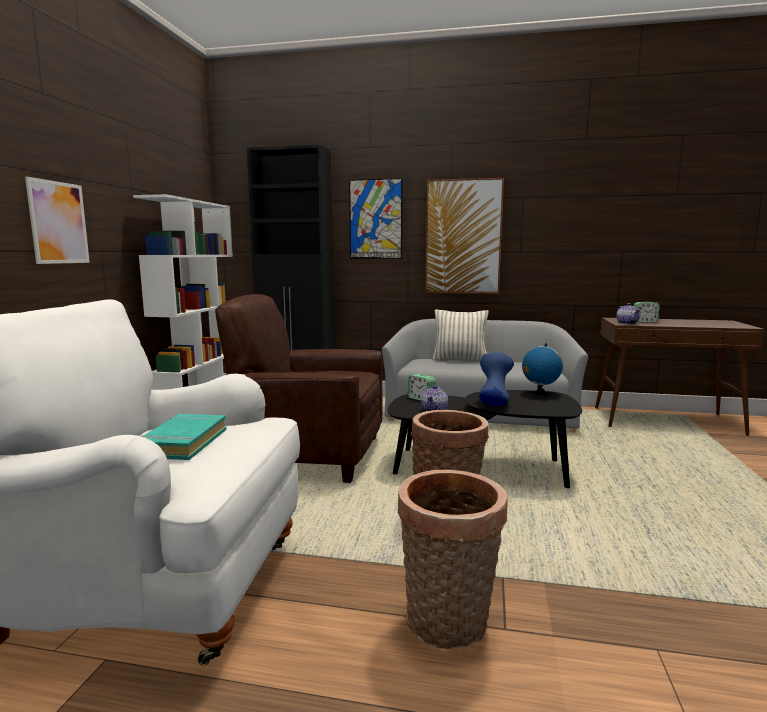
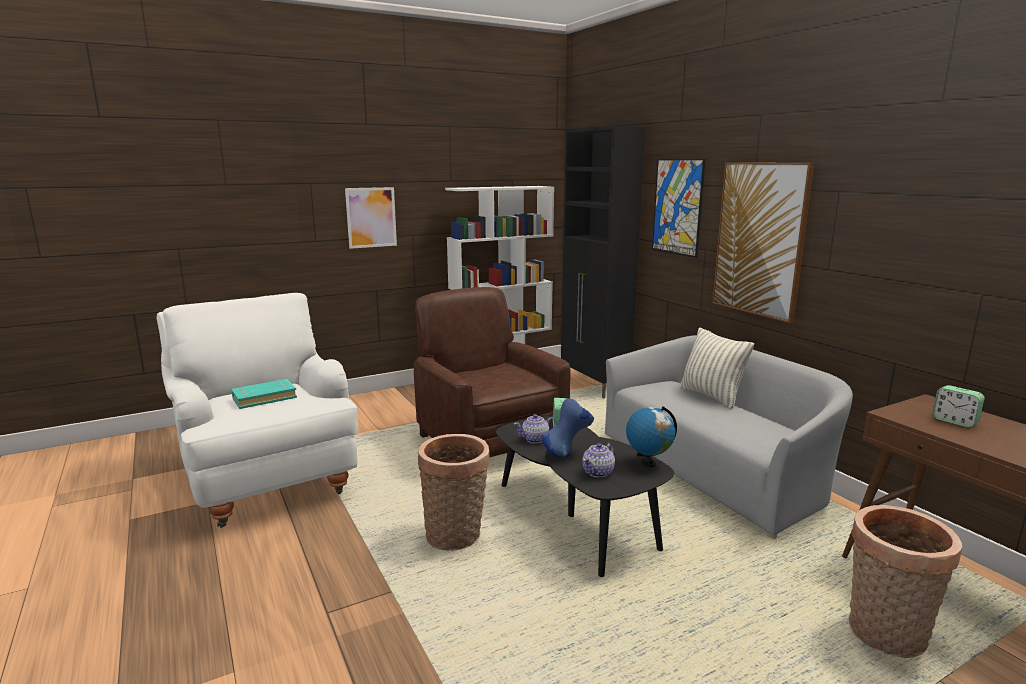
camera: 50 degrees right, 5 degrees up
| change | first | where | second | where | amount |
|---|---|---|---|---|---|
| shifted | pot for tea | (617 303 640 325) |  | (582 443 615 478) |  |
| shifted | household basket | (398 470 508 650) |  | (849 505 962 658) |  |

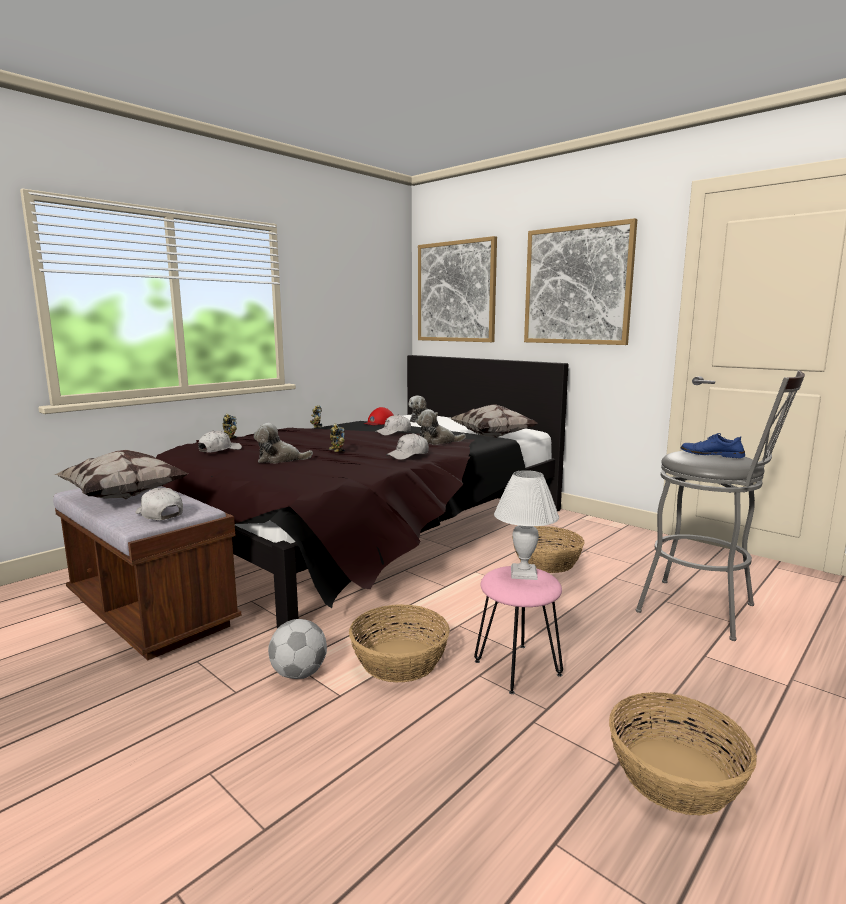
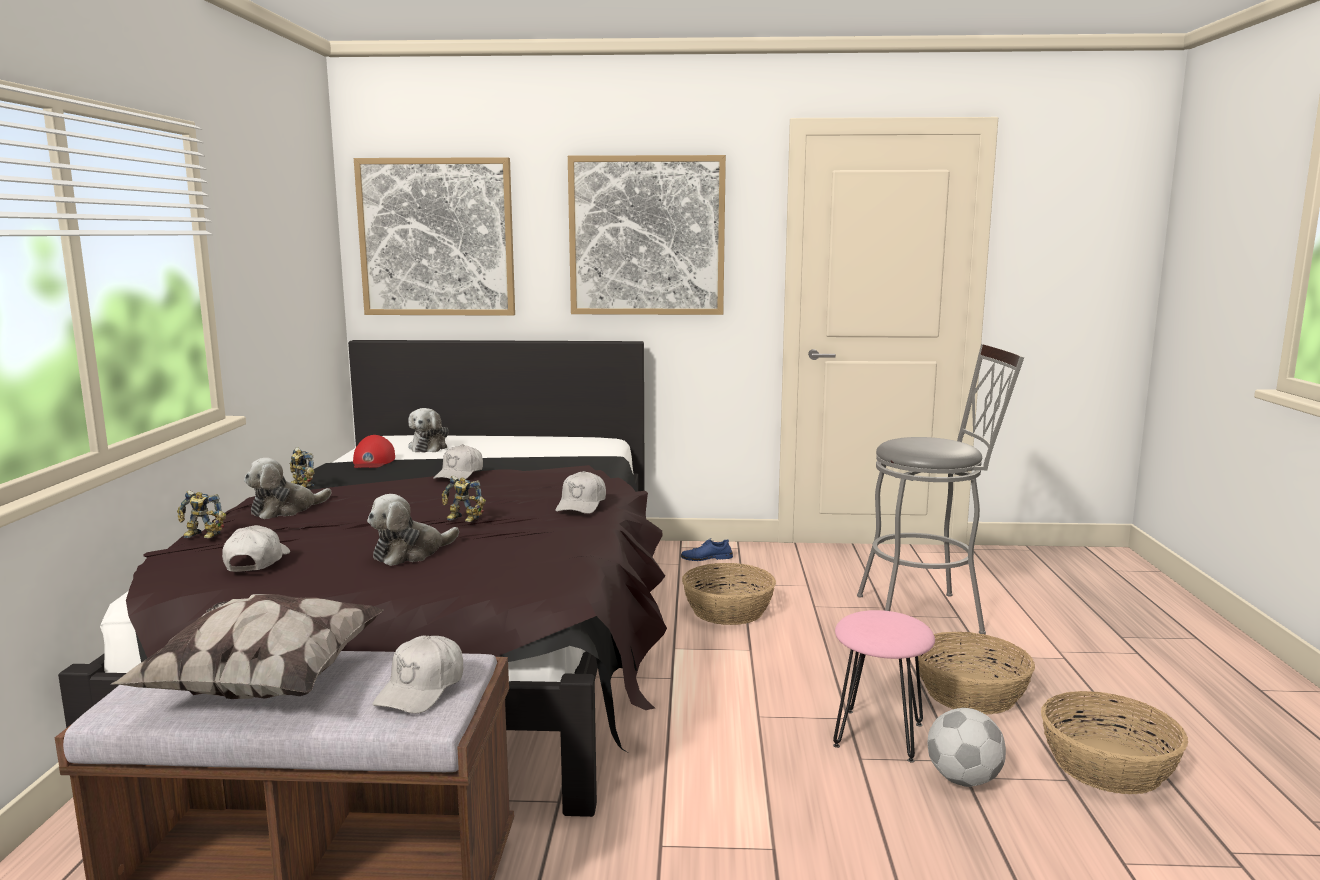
camera: 40 degrees left, 0 degrees up
| change | first | where | second | where | amount |
|---|---|---|---|---|---|
| shifted | plush toy | (416 409 466 445) |  | (244 458 332 519) |  |
| rotated | whitish peaked cap | (135 488 183 520) |  | (373 636 463 714) | 75 degrees counterclockwise |
| shifted | blue item of footwear | (681 433 745 458) |  | (681 538 733 561) |  |
| shifted | household basket | (349 604 450 683) |  | (918 632 1035 715) |  |
| shifted | ball for football | (268 619 327 679) |  | (928 708 1006 787) |  |
| gone | throw pillow | (450 404 539 438) |  |  |  |
| gone | whitish lamp for a table | (494 470 559 580) |  |  |  |

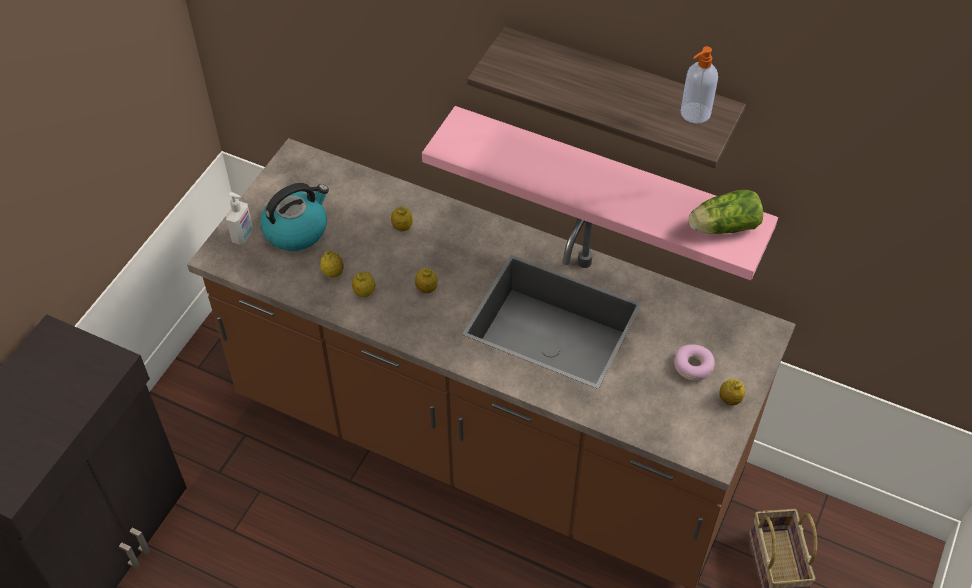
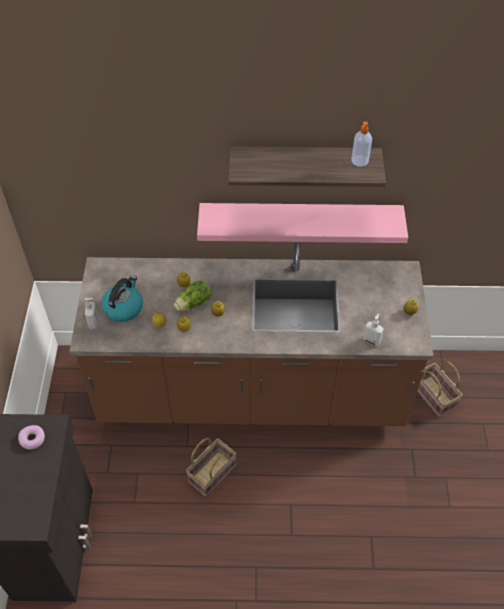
camera: 25 degrees left, 0 degrees up
| change | first | where | second | where | amount |
|---|---|---|---|---|---|
| shifted | ring doughnut | (674 344 715 381) |  | (18 425 45 450) |  |
| shifted | lettuce head | (689 190 763 234) |  | (174 280 212 311) |  |
| new |  |  | household basket | (186 438 237 497) |  |
| new |  |  | liquid soap bottle | (363 314 384 346) |  |

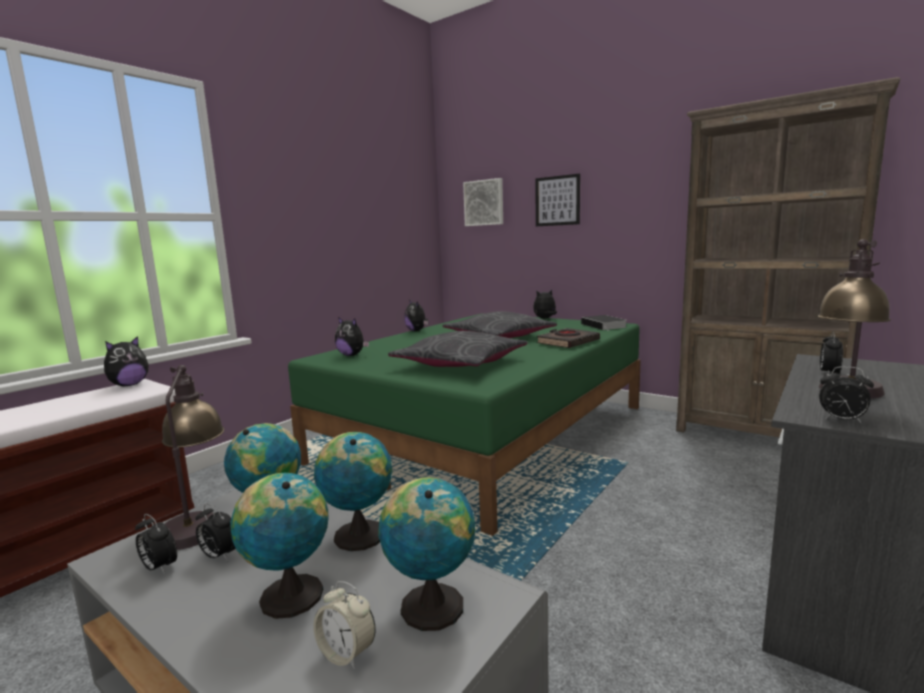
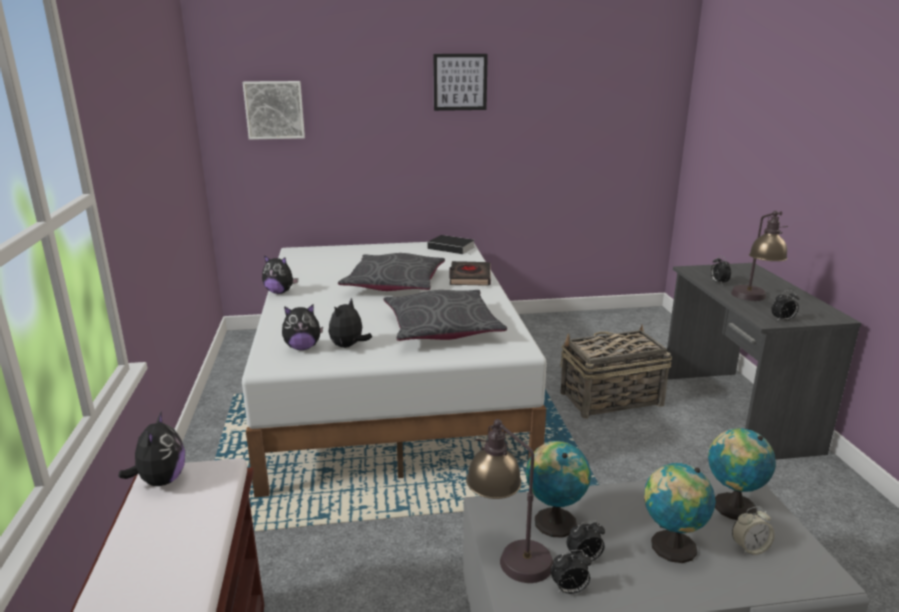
camera: 45 degrees left, 10 degrees up
| change | first | where | second | where | amount |
|---|---|---|---|---|---|
| repainted | green-coloured bedroom bed | (288 314 641 536) | whitish bedroom bed | (242 242 547 497) |  |
| shifted | plush toy | (533 289 557 319) |  | (329 298 372 348) |  |
| shifted | wall picture | (535 174 580 226) |  | (433 54 488 111) |  |
| new |  |  | household basket | (560 325 672 419) |  |
| gone | globe | (314 432 392 551) |  |  |  |
| gone | brownish bookcase | (676 77 900 437) |  |  |  |

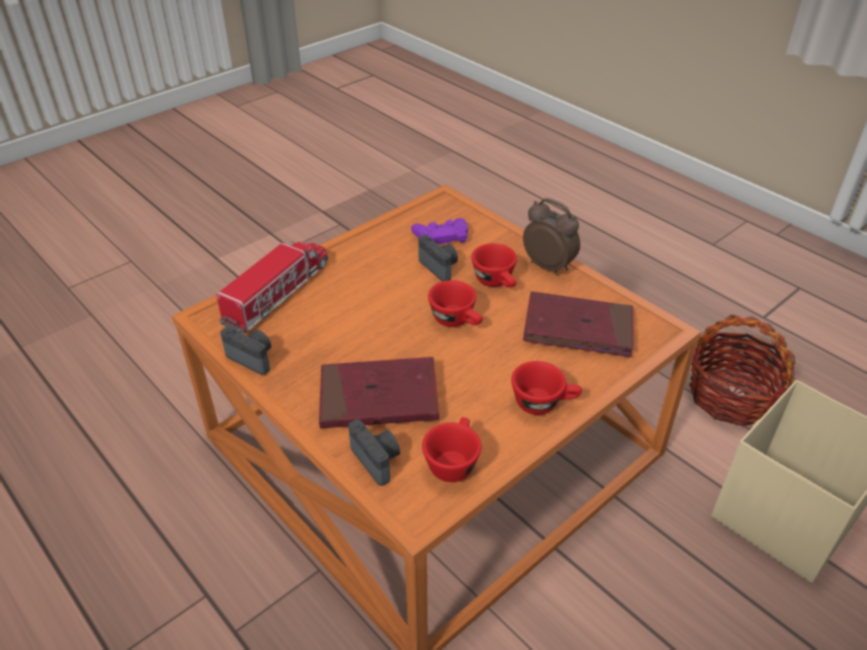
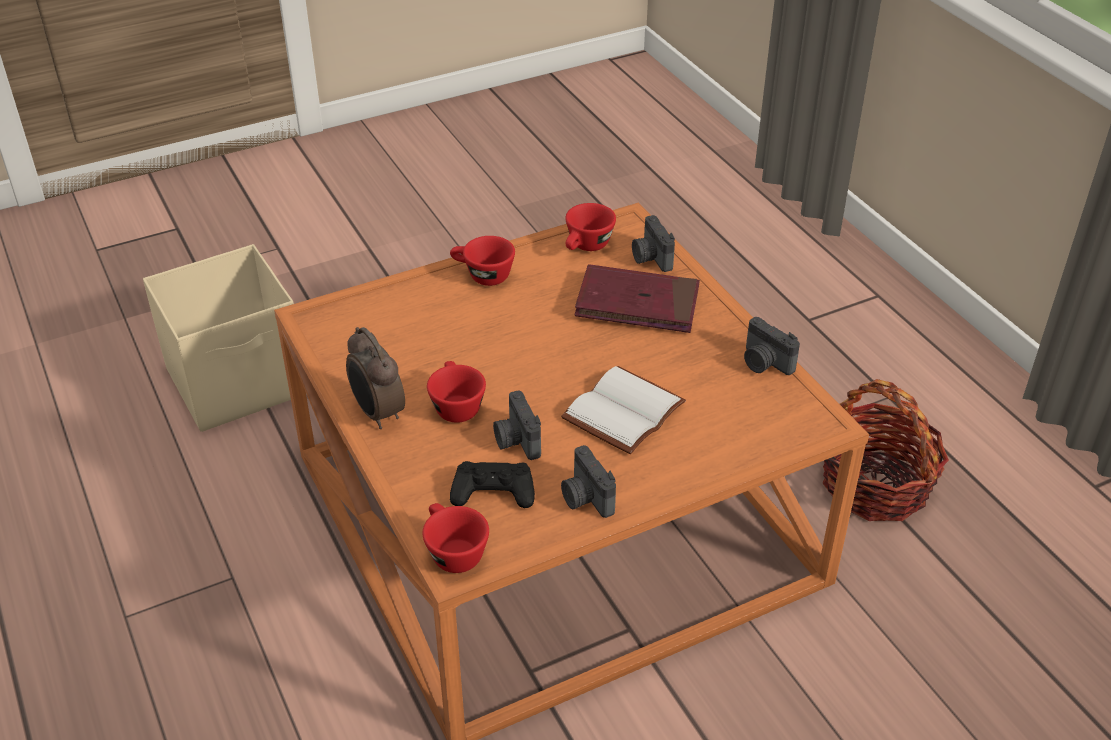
camera: 165 degrees left, 0 degrees up
| change | first | where | second | where | amount |
|---|---|---|---|---|---|
| shifted | red cup | (428 280 483 327) |  | (423 503 489 573) |  |
| repainted | purple game controller | (411 218 468 244) | blackish game controller | (450 461 535 508) |  |
| new |  |  | whitish volume | (561 366 686 454) |  |
| new |  |  | still camera | (561 445 616 518) |  |
| shifted | household basket | (689 315 795 427) |  | (823 379 949 521) |  |
| gone | model truck | (216 241 328 333) |  |  |  |
| gone | red volume | (523 291 634 357) |  |  |  |

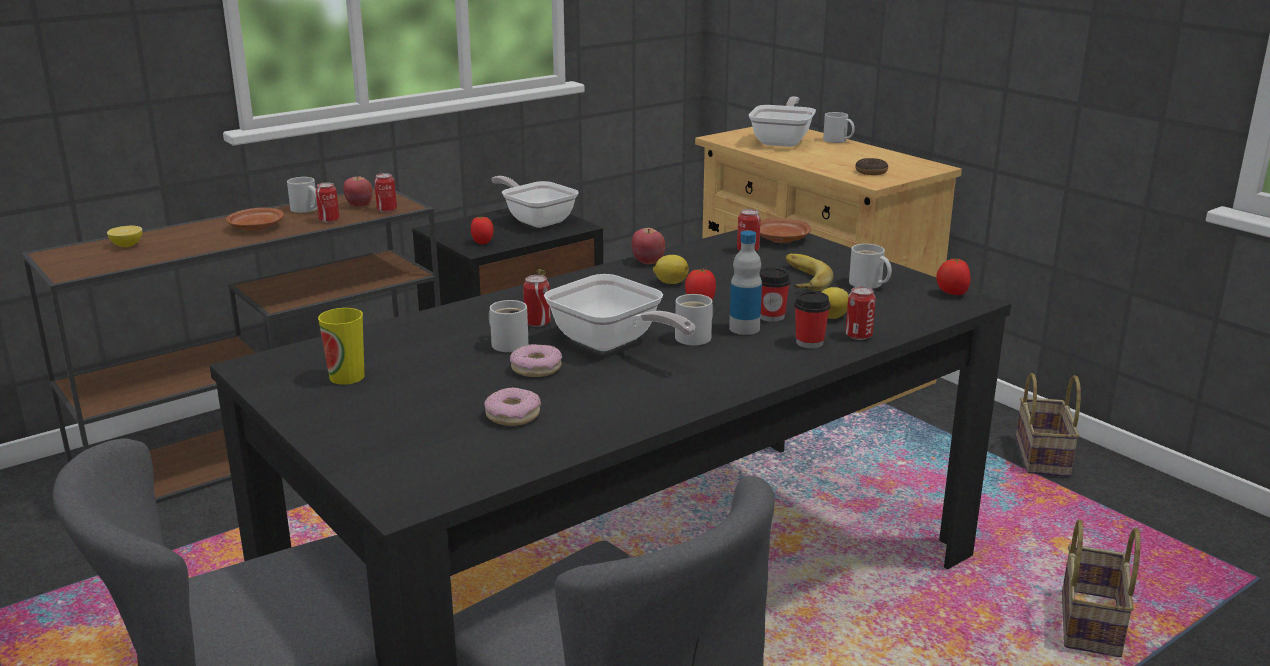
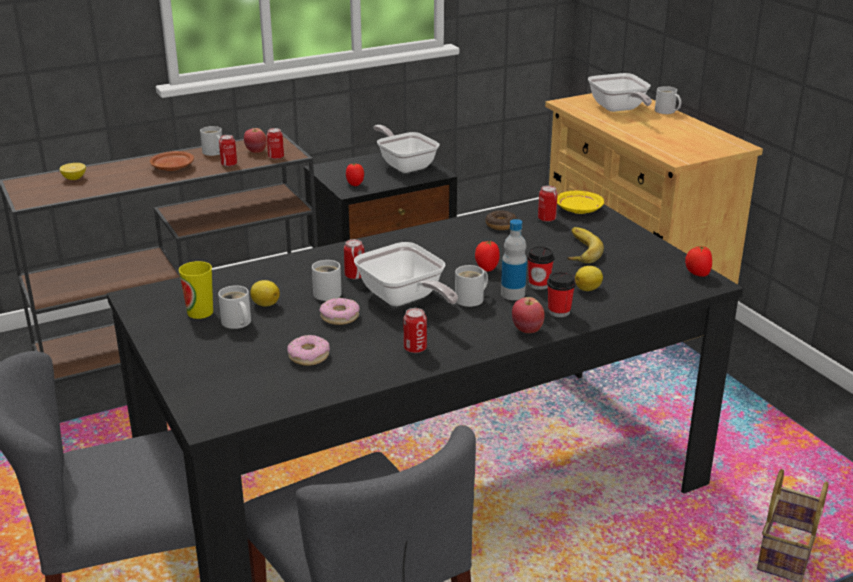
camera: 10 degrees right, 5 degrees up
| change | first | where | second | where | amount |
|---|---|---|---|---|---|
| shifted | whitish coffee mug | (849 244 892 289) |  | (218 285 251 329) |  |
| shifted | whole lemon | (653 255 689 284) |  | (250 280 280 307) |  |
| shifted | sealed can | (845 286 876 340) |  | (404 308 427 353) |  |
| shifted | ring doughnut | (855 158 888 175) |  | (486 210 517 230) |  |
| shifted | whole apple | (632 228 665 264) |  | (512 297 545 333) |  |
| repainted | brownish plate | (760 218 811 243) | yellow-coloured plate | (557 191 604 214) |  |
| rotated | pan | (749 96 816 147) |  | (588 73 652 112) | 135 degrees clockwise |
| gone | household basket | (1016 373 1081 477) |  |  |  |

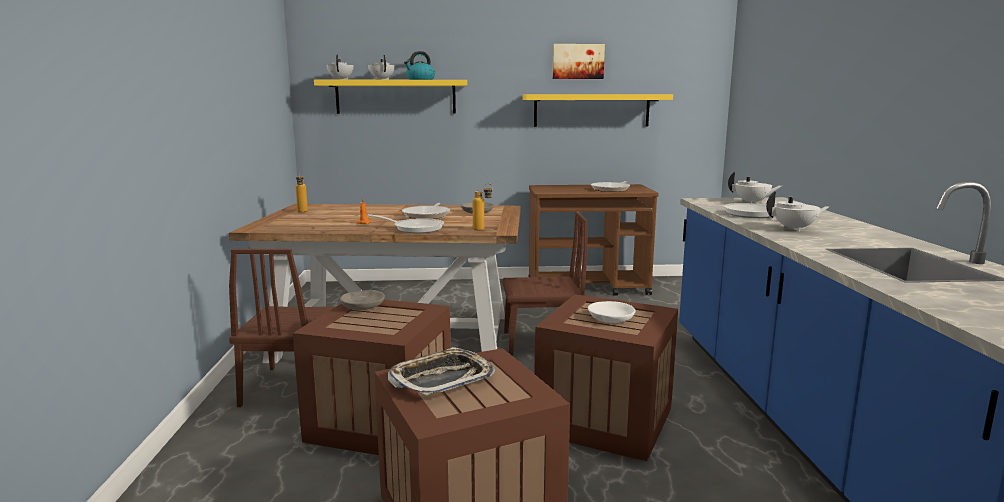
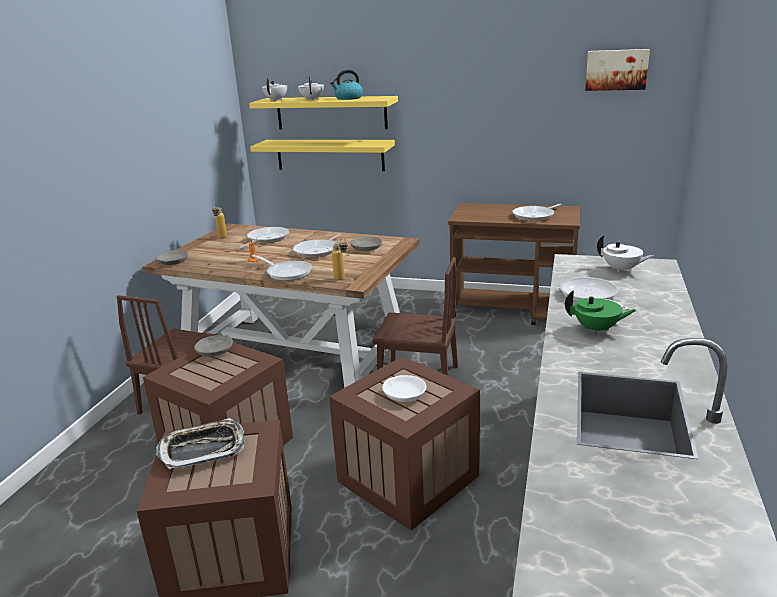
camera: 20 degrees right, 10 degrees up
| change | first | where | second | where | amount |
|---|---|---|---|---|---|
| new |  |  | greyish serving bowl | (155 250 188 265) |  |
| new |  |  | pan | (238 227 289 249) |  |
| shifted | yellow-coloured bracket shelf | (523 94 673 127) |  | (250 140 395 171) |  |
| repainted | whitish pot for tea | (766 191 830 231) | green-coloured pot for tea | (565 290 637 335) |  |
| shifted | wall picture | (553 44 605 79) |  | (585 49 650 91) |  |

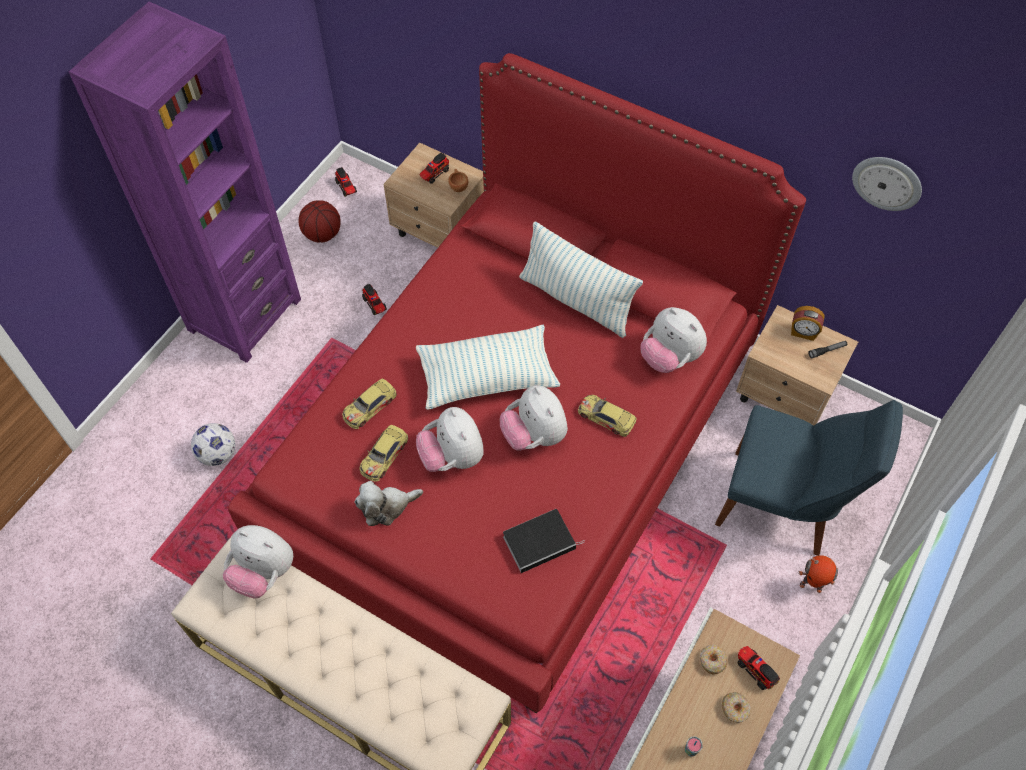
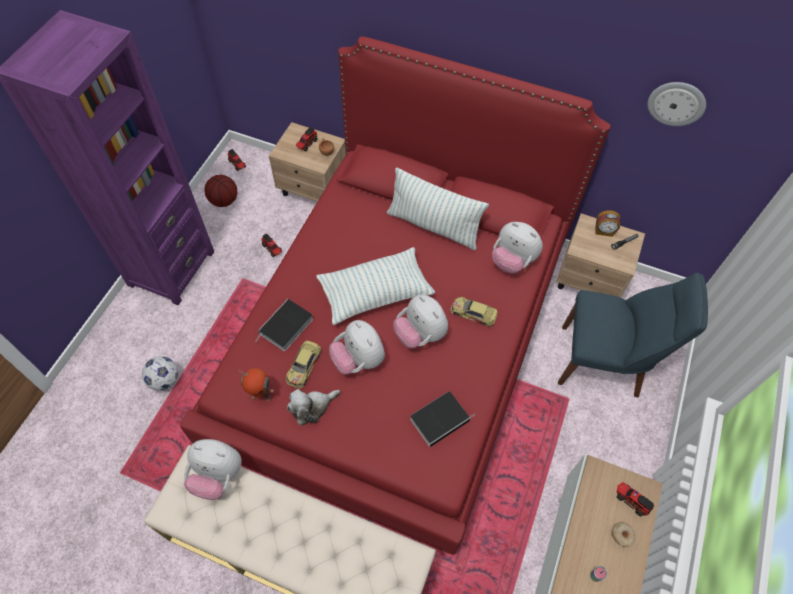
camera: 10 degrees left, 0 degrees up
| change | first | where | second | where | amount |
|---|---|---|---|---|---|
| shifted | robot figure | (798 555 838 593) |  | (239 368 274 402) |  |
| swapped | miniature car | (342 379 397 429) | volume | (255 299 313 351) |  |
| gone | ring doughnut | (700 645 727 674) |  |  |  |

